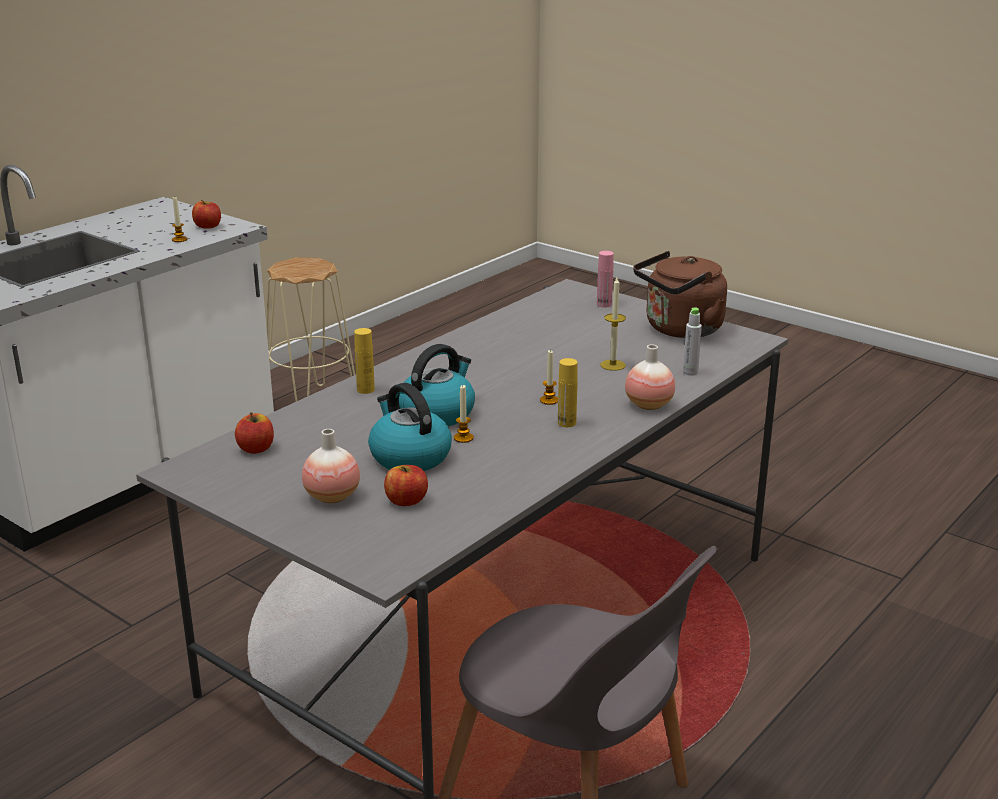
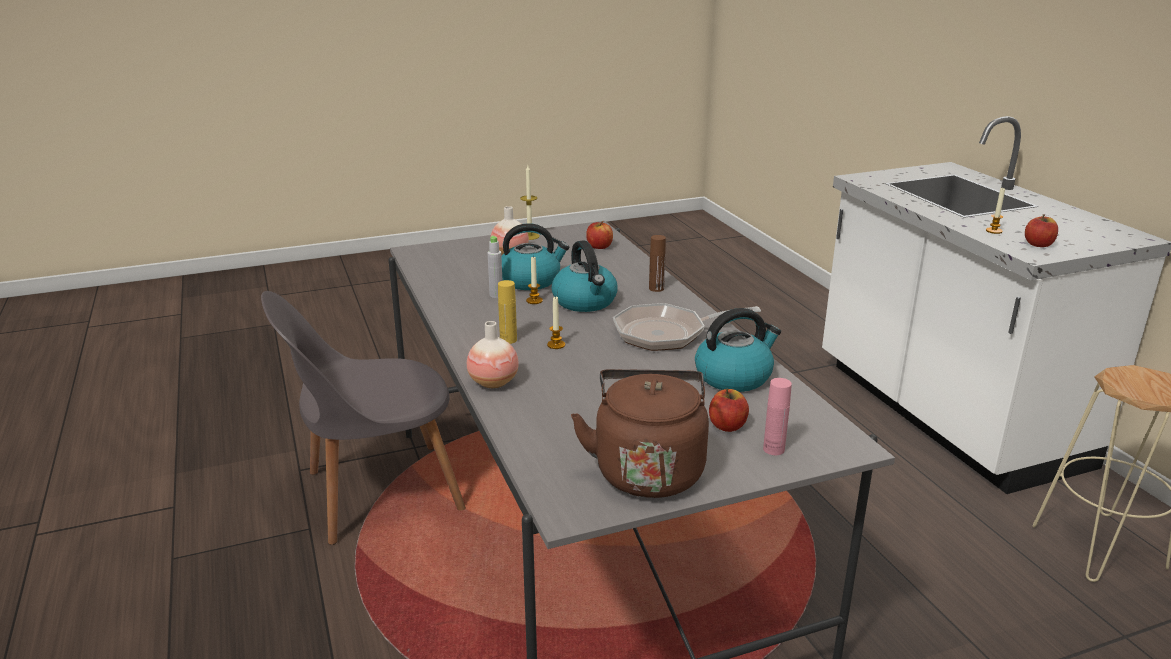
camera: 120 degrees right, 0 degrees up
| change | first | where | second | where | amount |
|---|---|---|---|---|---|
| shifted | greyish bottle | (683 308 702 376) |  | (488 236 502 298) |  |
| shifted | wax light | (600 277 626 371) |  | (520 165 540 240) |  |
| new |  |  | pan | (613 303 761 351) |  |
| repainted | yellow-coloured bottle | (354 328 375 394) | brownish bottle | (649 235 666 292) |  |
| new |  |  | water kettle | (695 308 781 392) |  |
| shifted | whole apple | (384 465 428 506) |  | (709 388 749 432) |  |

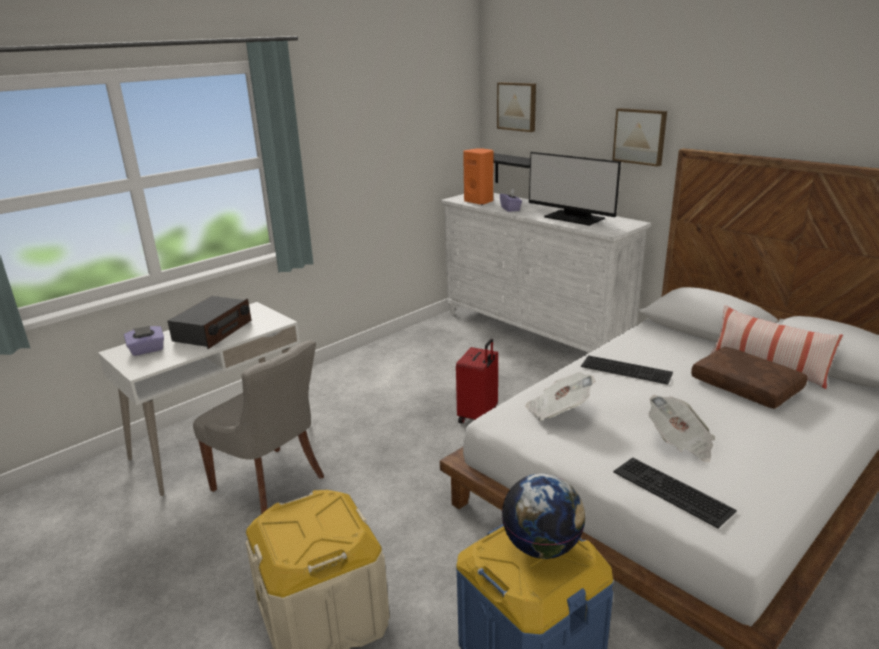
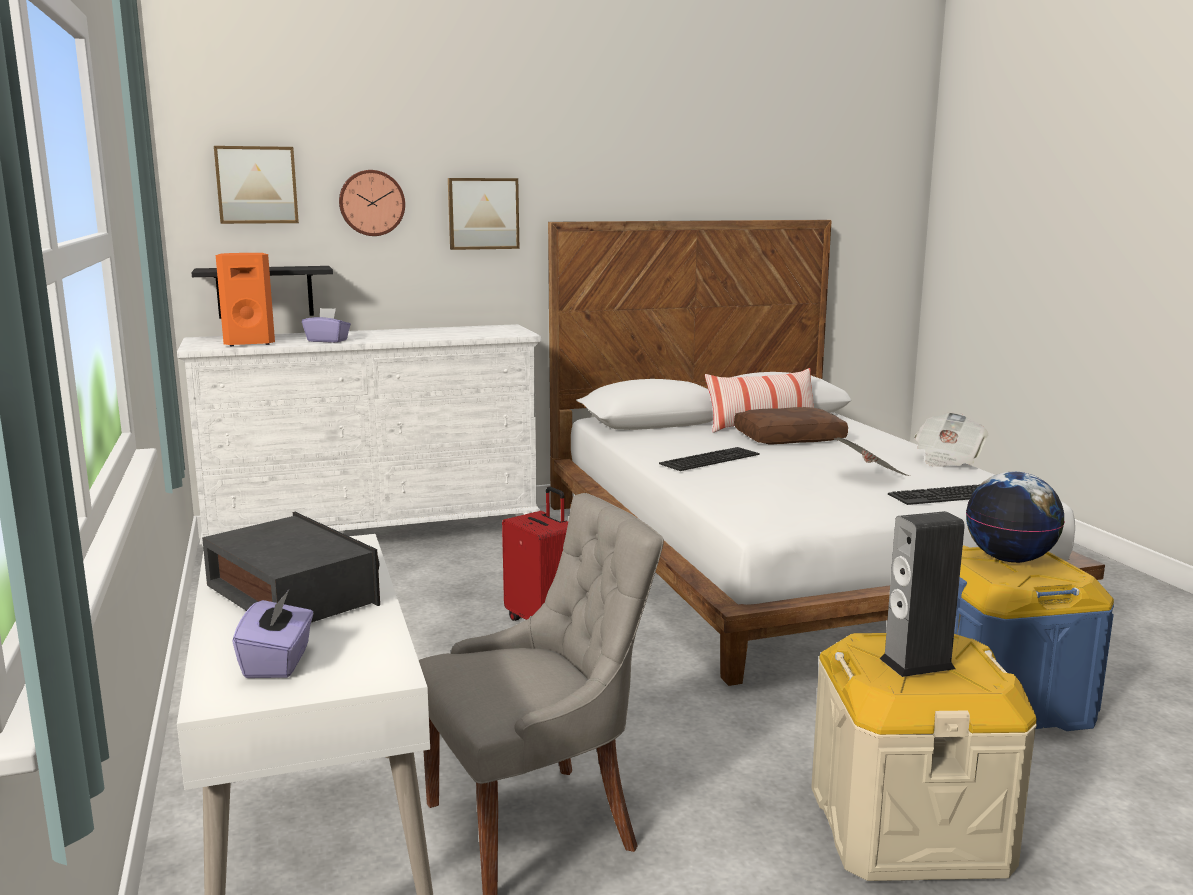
camera: 65 degrees left, 10 degrees down
| change | first | where | second | where | amount |
|---|---|---|---|---|---|
| new |  |  | hanging clock | (339 170 405 236) |  |
| new |  |  | audio speaker | (880 511 965 677) |  |
| shifted | printed paper | (526 372 596 421) |  | (915 412 988 467) |  |
| gone | monitor | (529 152 621 226) |  |  |  |

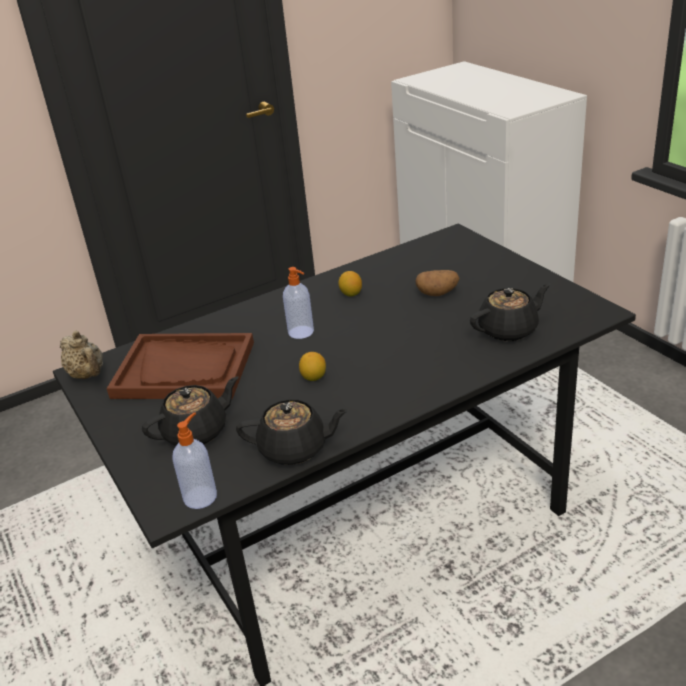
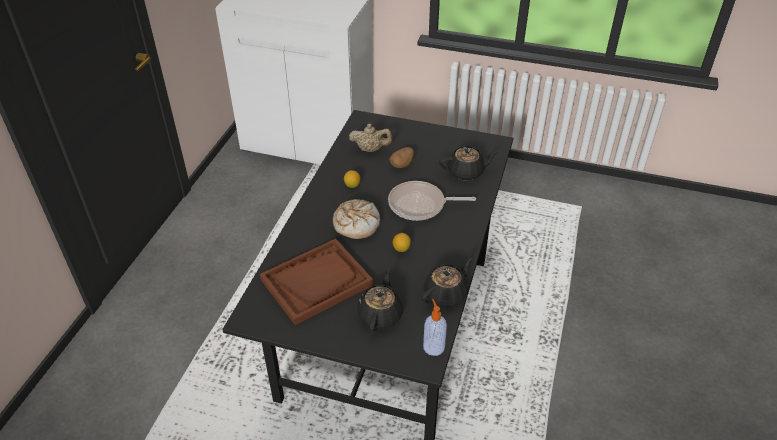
camera: 45 degrees left, 10 degrees up
| change | first | where | second | where | amount |
|---|---|---|---|---|---|
| swapped | liquid soap bottle | (283 267 314 339) | bakery bread | (333 199 380 239) |  |
| shifted | sand-coloured pot for tea | (60 331 103 379) |  | (349 124 393 152) |  |
| new |  |  | pan | (388 181 476 221) |  |
| rotated | blackish pot for tea | (470 283 550 341) |  | (439 146 499 180) | 60 degrees clockwise |

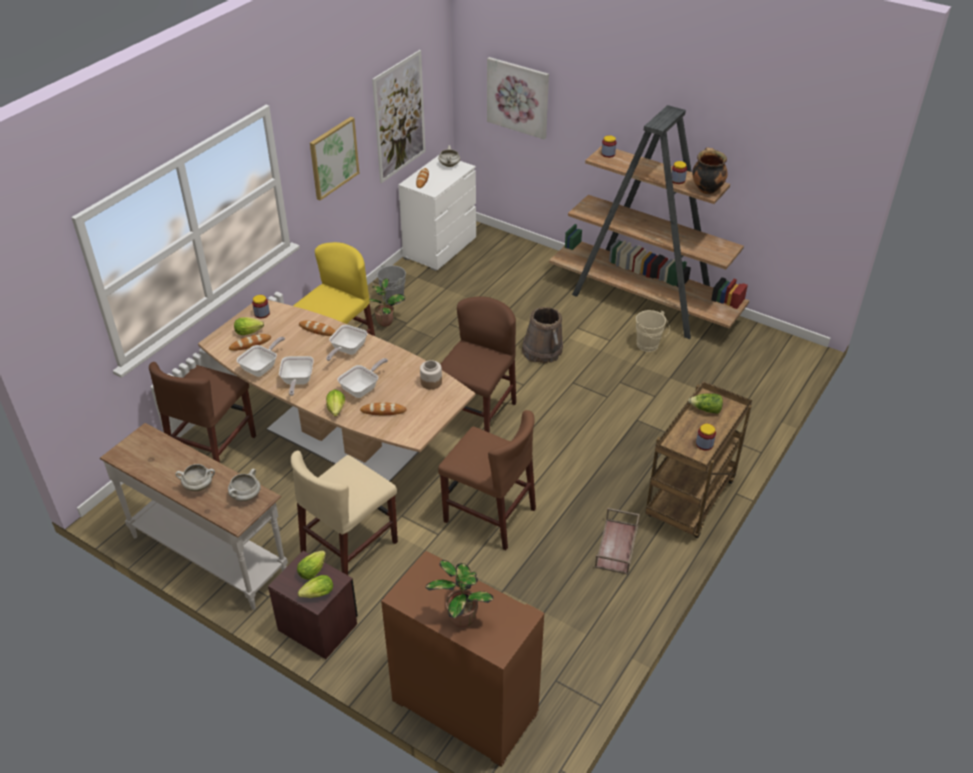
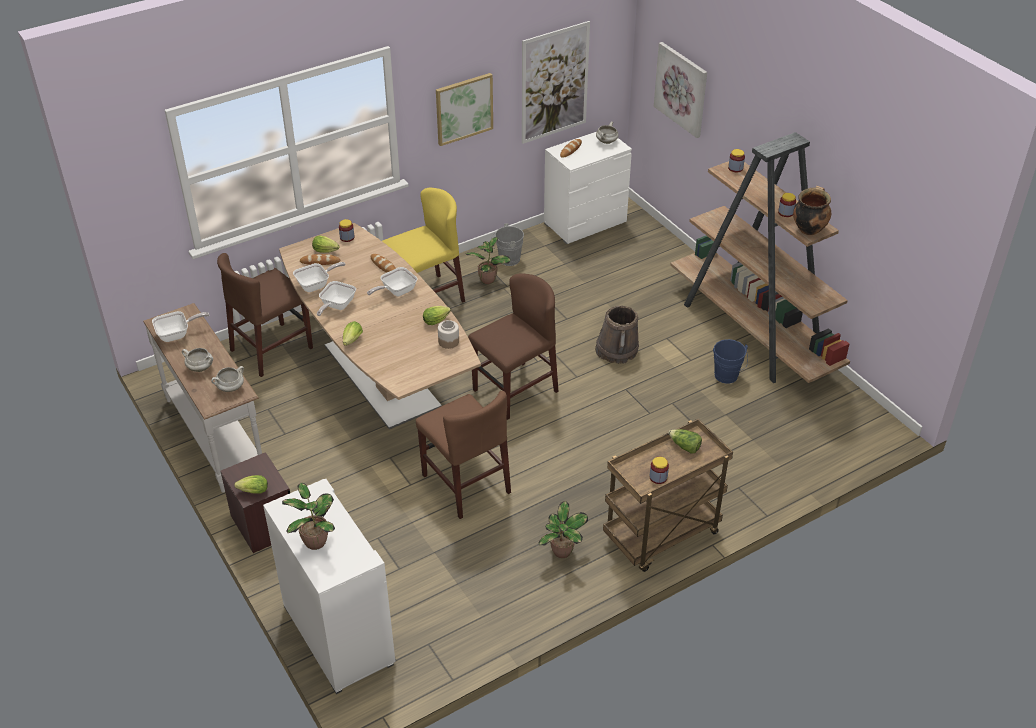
camera: 25 degrees right, 0 degrees up
| change | first | where | second | where | amount |
|---|---|---|---|---|---|
| shifted | pan | (337 358 388 398) |  | (152 311 209 342) |  |
| repainted | brownish cupboard | (381 551 544 767) | whitish cupboard | (263 479 396 694) |  |
| shifted | lettuce head | (297 550 326 580) |  | (423 306 451 325) |  |
| swapped | brownish serving tray | (595 508 640 575) | plant in a pot | (539 501 588 558) |  |
| repainted | sand-coloured water bucket | (636 310 670 352) | blue water bucket | (713 339 748 384) |  |
| gone | sand-coloured plain chair | (291 451 398 575) |  |  |  |
| gone | bakery bread | (360 403 407 415) |  |  |  |

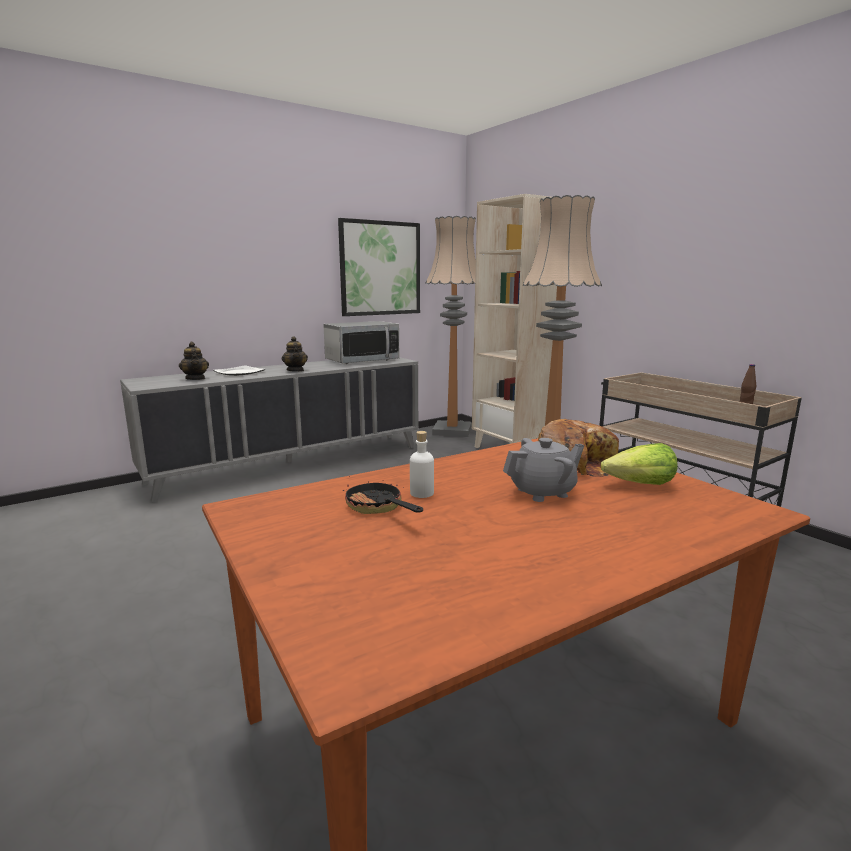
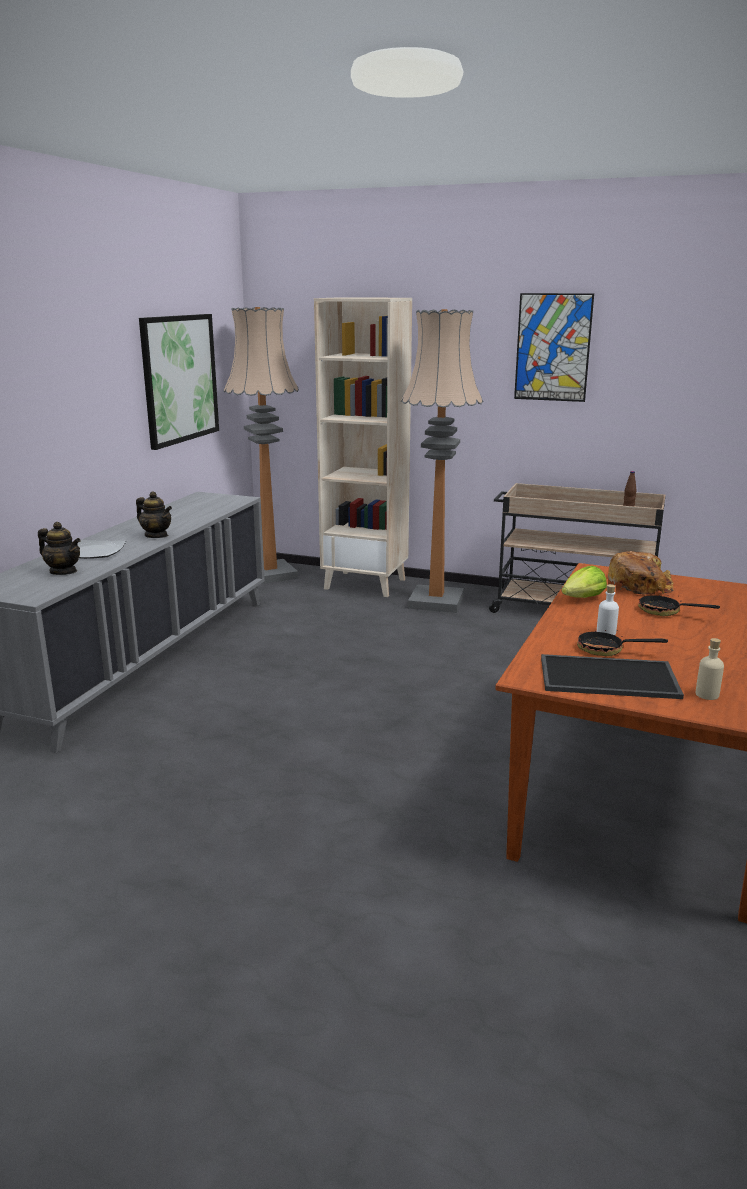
camera: 35 degrees left, 5 degrees up
| change | first | where | second | where | amount |
|---|---|---|---|---|---|
| new |  |  | wall picture | (514 293 594 402) |  |
| new |  |  | serving tray | (541 654 684 699) |  |
| shifted | lettuce head | (601 443 677 485) |  | (562 566 607 598) |  |
| swapped | greyish pot for tea | (503 438 584 502) | pan | (638 593 720 616) |  |
| new |  |  | sand-coloured bottle | (696 638 724 700) |  |
| gone | kitchen microwave | (323 321 399 364) |  |  |  |

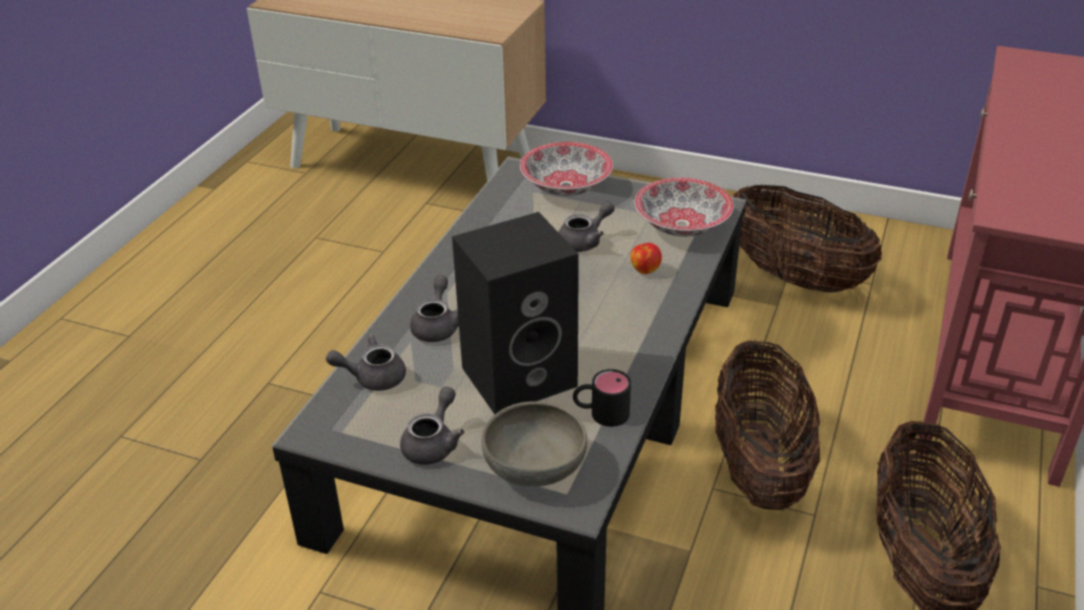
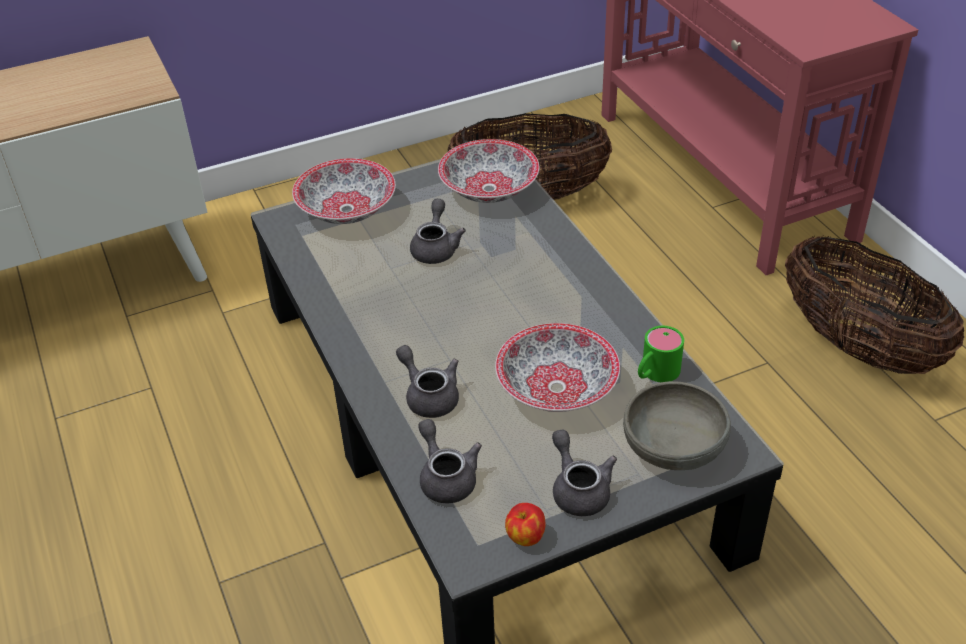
camera: 45 degrees left, 5 degrees up
| change | first | where | second | where | amount |
|---|---|---|---|---|---|
| rotated | greyish pot for tea | (326 334 406 391) |  | (418 419 482 503) | 120 degrees clockwise |
| swapped | blackish audio speaker | (452 212 579 414) | serving bowl | (495 323 620 412) |  |
| shifted | whole apple | (630 243 662 274) |  | (505 503 546 546) |  |
| repainted | blackish coffee mug | (573 369 631 427) | green-coloured coffee mug | (638 326 684 382) |  |
| gone | household basket | (715 339 820 510) |  |  |  |

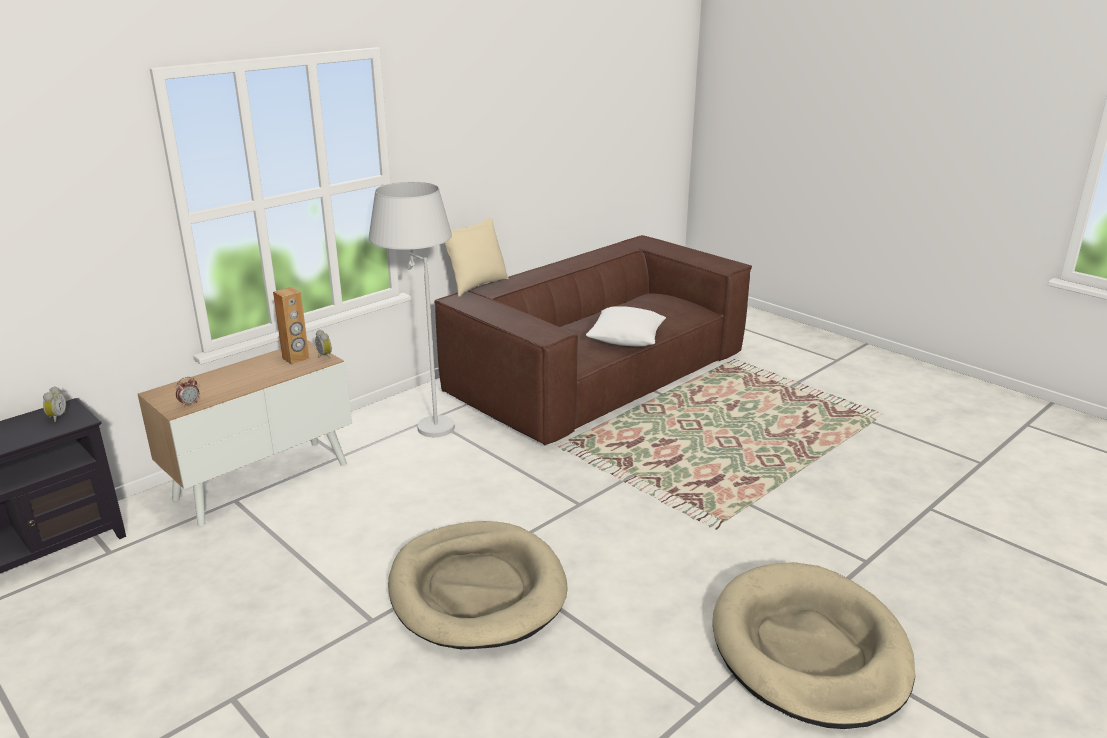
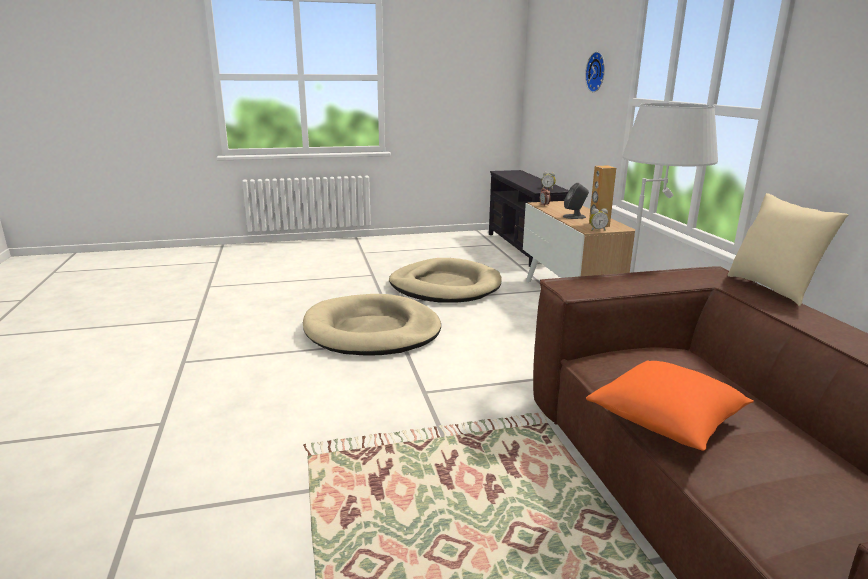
camera: 120 degrees right, 5 degrees down
| change | first | where | second | where | amount |
|---|---|---|---|---|---|
| shifted | sand-coloured dog cushion | (712 562 915 729) |  | (389 258 502 303) |  |
| new |  |  | greyish audio speaker | (563 183 589 219) |  |
| new |  |  | hanging clock | (585 52 605 92) |  |
| repainted | whitish throw pillow | (586 306 666 347) | orange-coloured throw pillow | (586 360 754 451) |  |

